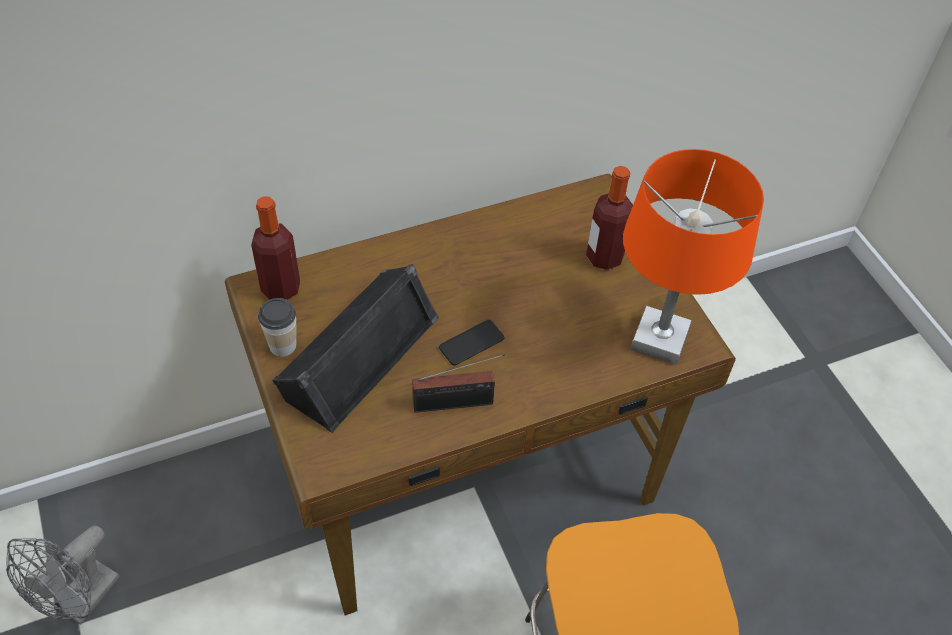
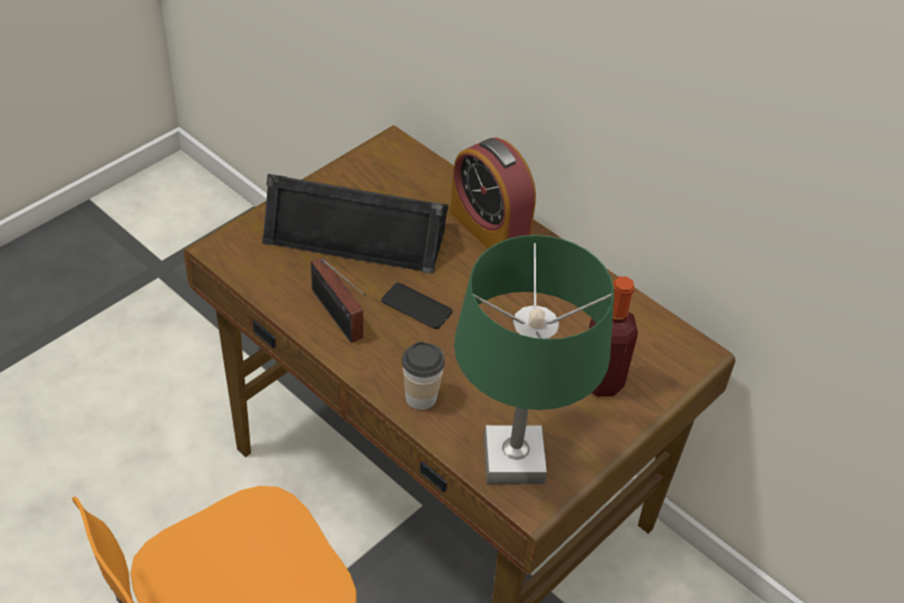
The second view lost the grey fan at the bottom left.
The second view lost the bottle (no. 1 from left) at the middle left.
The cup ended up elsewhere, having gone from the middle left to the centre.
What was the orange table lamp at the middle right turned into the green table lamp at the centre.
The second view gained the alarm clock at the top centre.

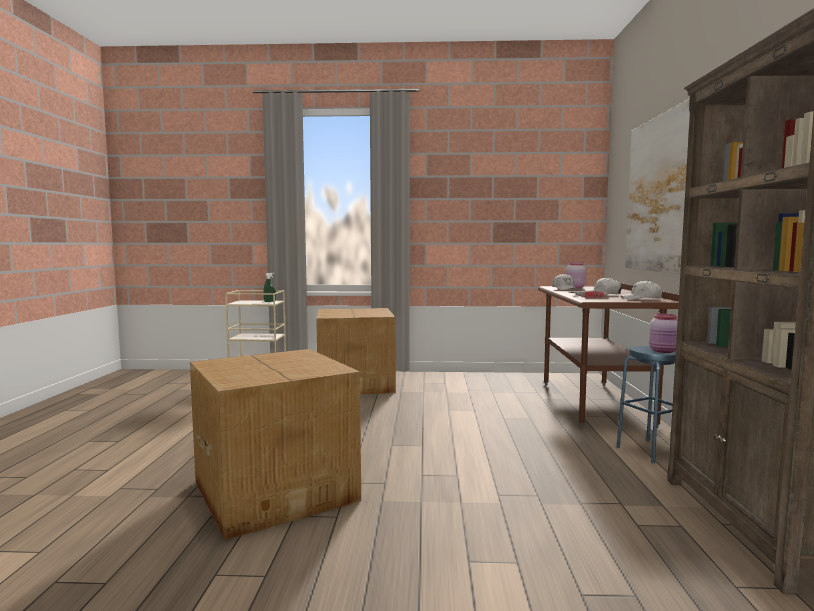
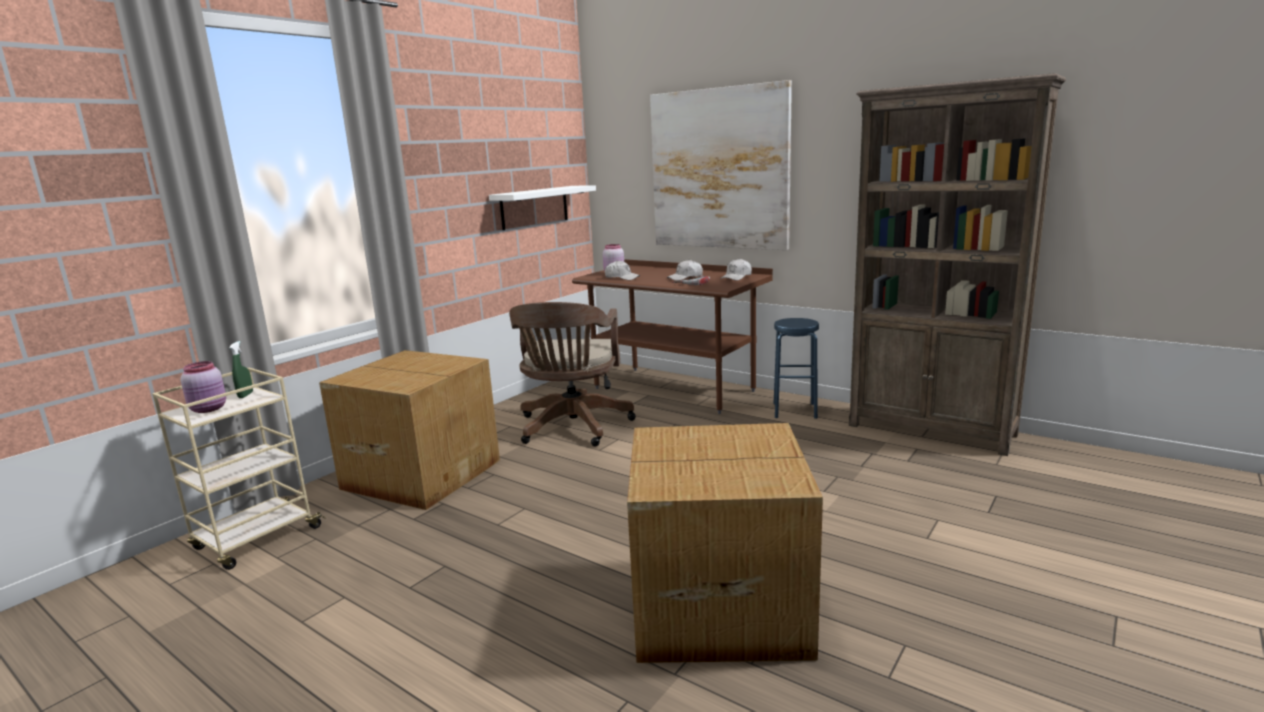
The pink jar (no. 2 from left in the first image) ended up elsewhere, having gone from the middle right to the middle left.
The second view gained the white shelf at the top centre.
The second view gained the brown office chair at the centre.

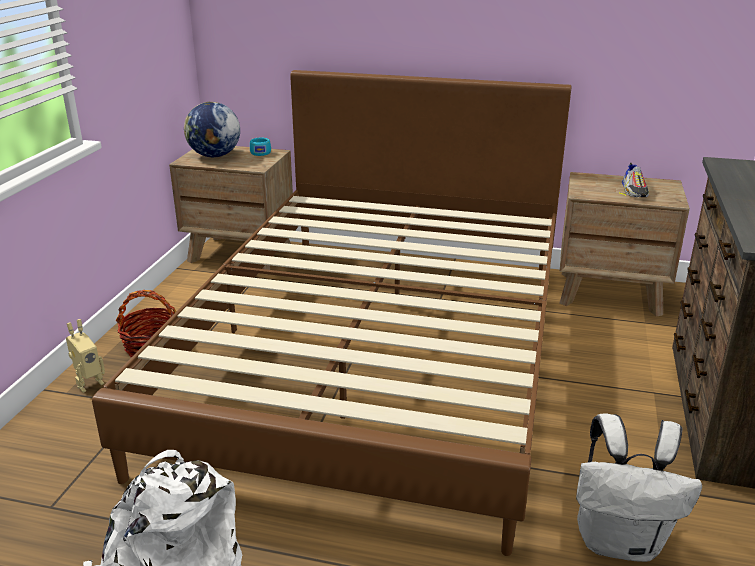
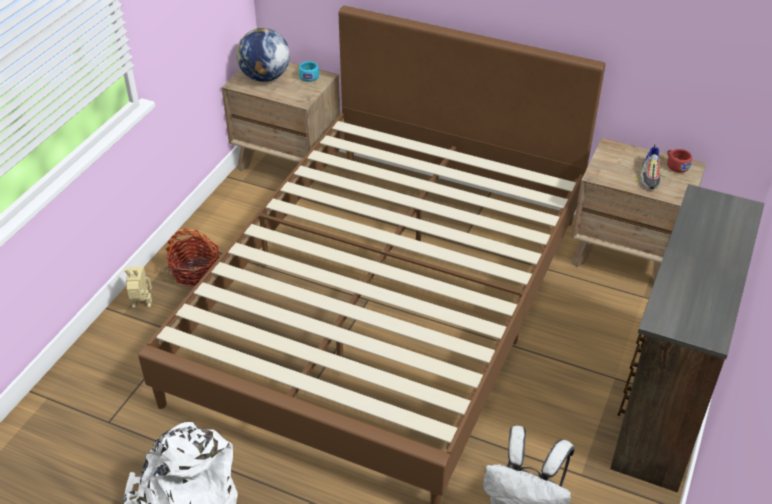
The toy robot at the middle left ended up facing another way, 150 degrees counterclockwise from before.
The second view gained the red cup at the top right.

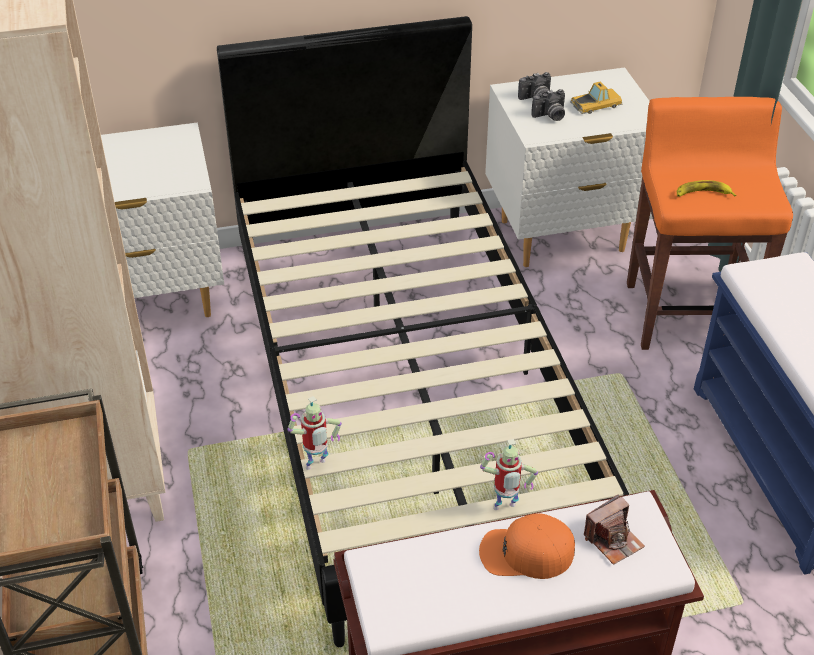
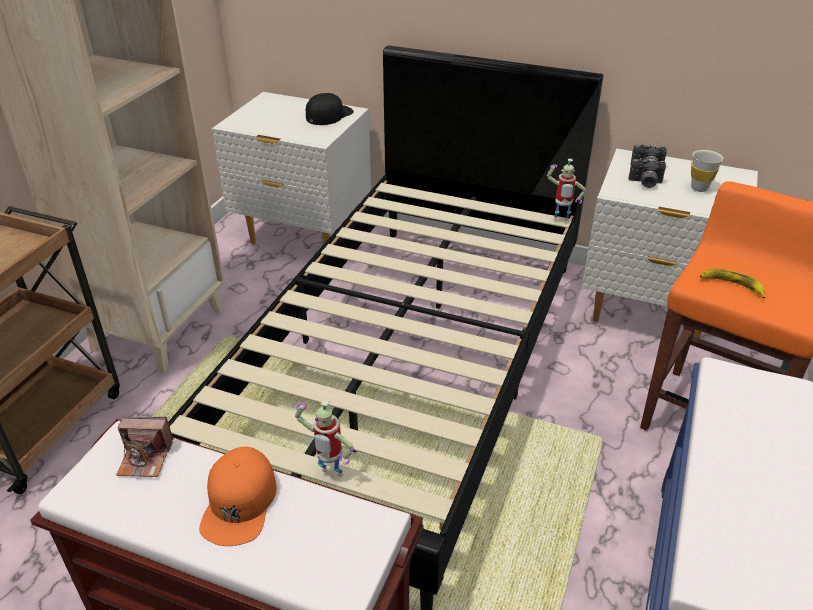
The toy robot (no. 1 from left in the first image) ended up elsewhere, having gone from the centre to the top right.
The orange cap at the bottom centre ended up facing another way, 120 degrees counterclockwise from before.
Where the toy car stood at the top right, the white cup came to stand at the top right.
The photo camera (no. 3 from left in the first image) ended up elsewhere, having gone from the bottom right to the bottom left.
The second view gained the black cap at the top centre.

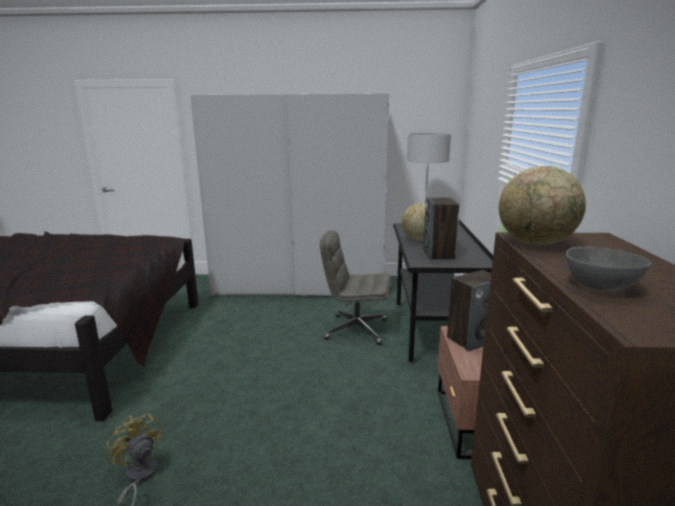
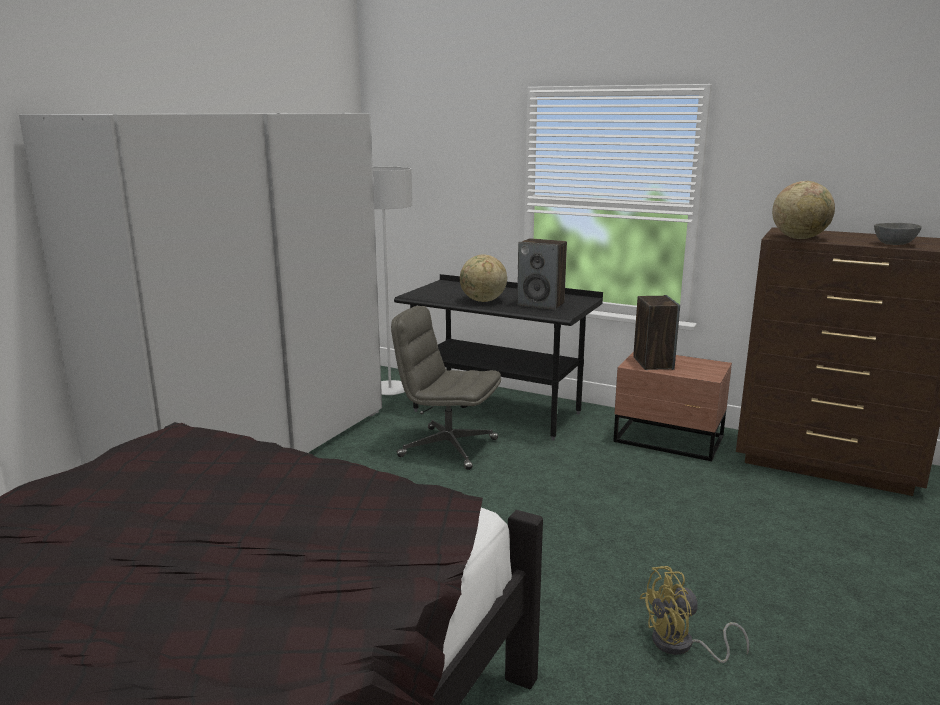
The grey office chair at the centre ended up facing another way, 75 degrees clockwise from before.

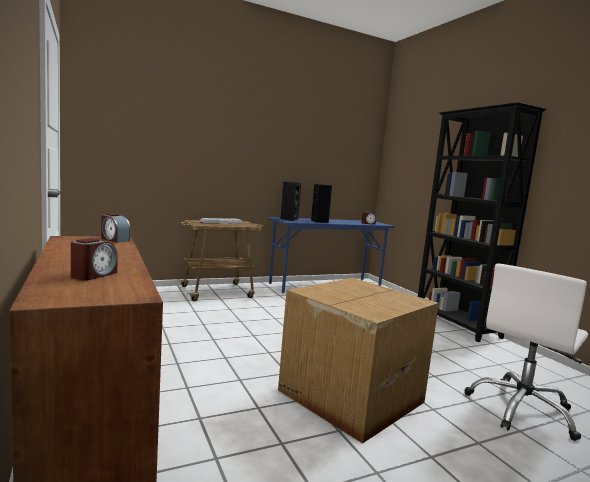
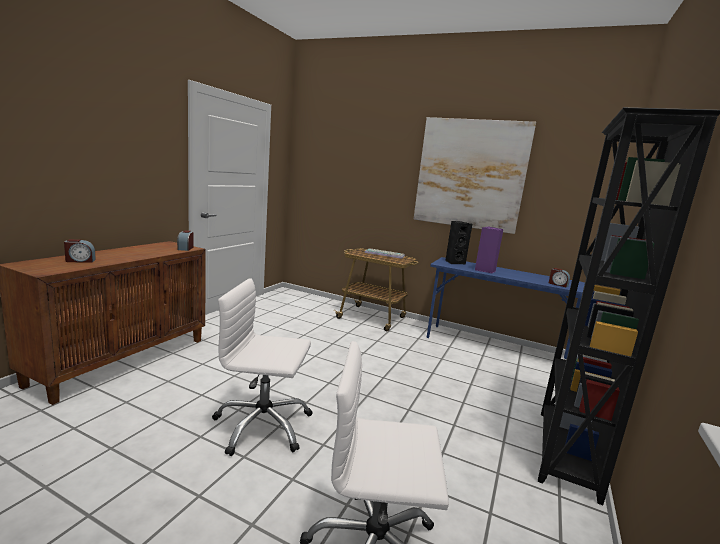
Where the cardboard box stood at the bottom centre, the white office chair (no. 1 from left) came to stand at the bottom centre.
What was the black speaker (no. 2 from left) at the centre turned into the purple speaker at the middle right.
The second view gained the picture at the top centre.

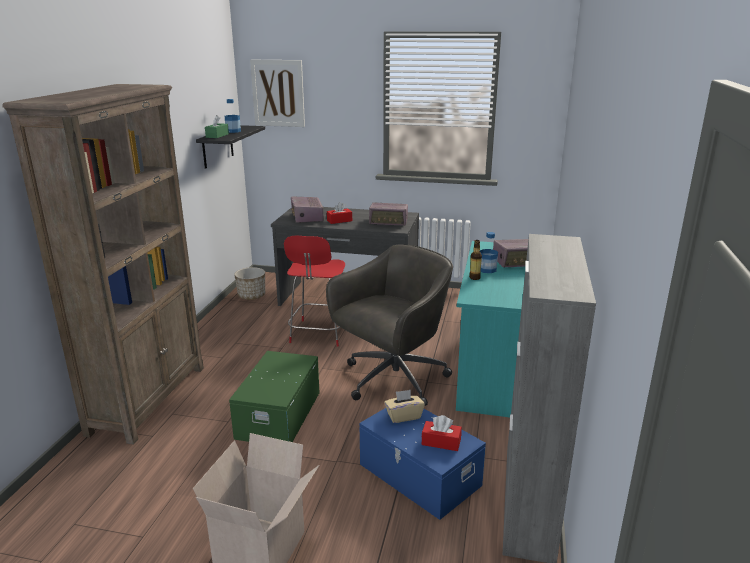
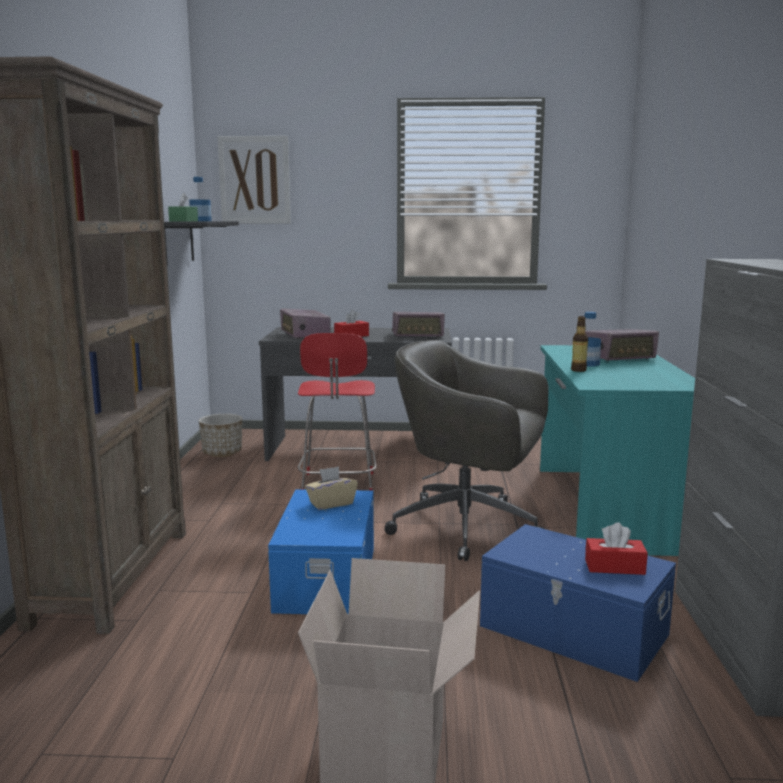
What was the green storage box at the bottom centre turned into the blue storage box (no. 1 from left) at the bottom centre.
The grey office chair at the centre ended up facing another way, 105 degrees counterclockwise from before.
The beige tissue box ended up elsewhere, having gone from the bottom centre to the centre.

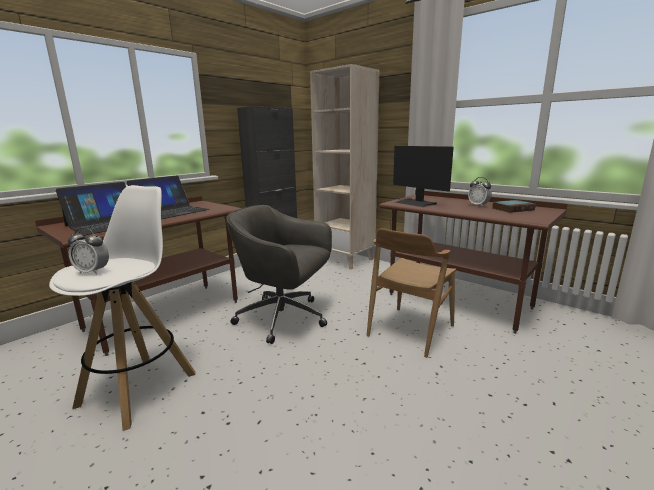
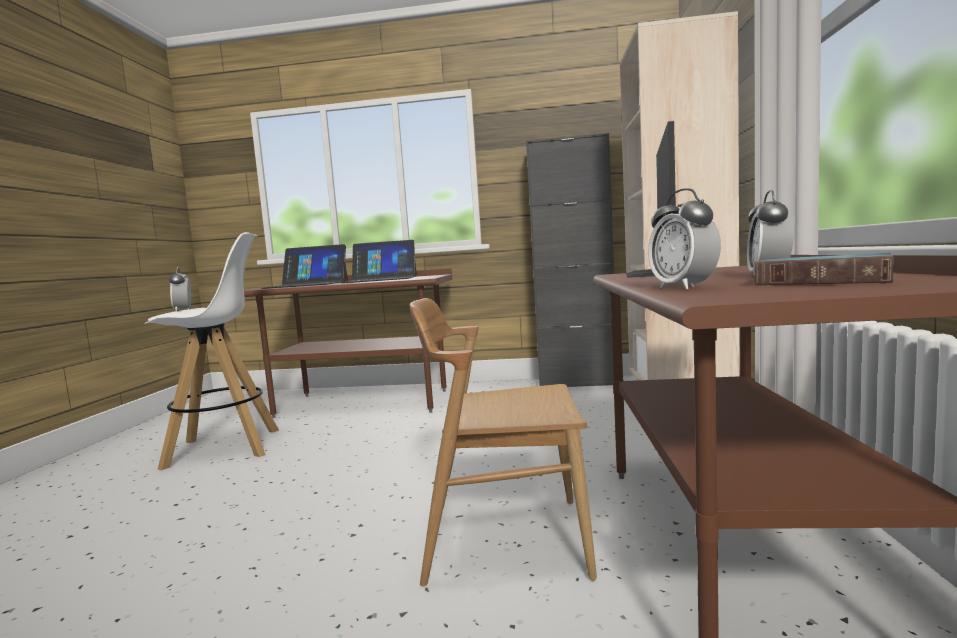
The second view lost the grey office chair at the centre.
The second view gained the alarm clock (no. 2 from left) at the middle right.

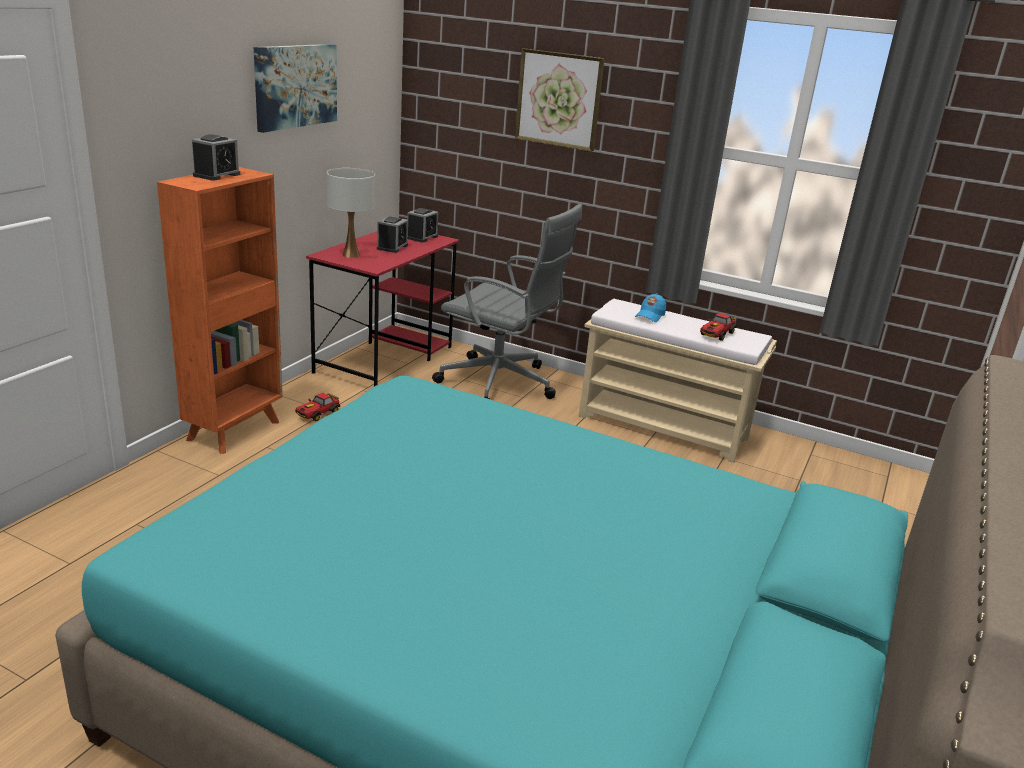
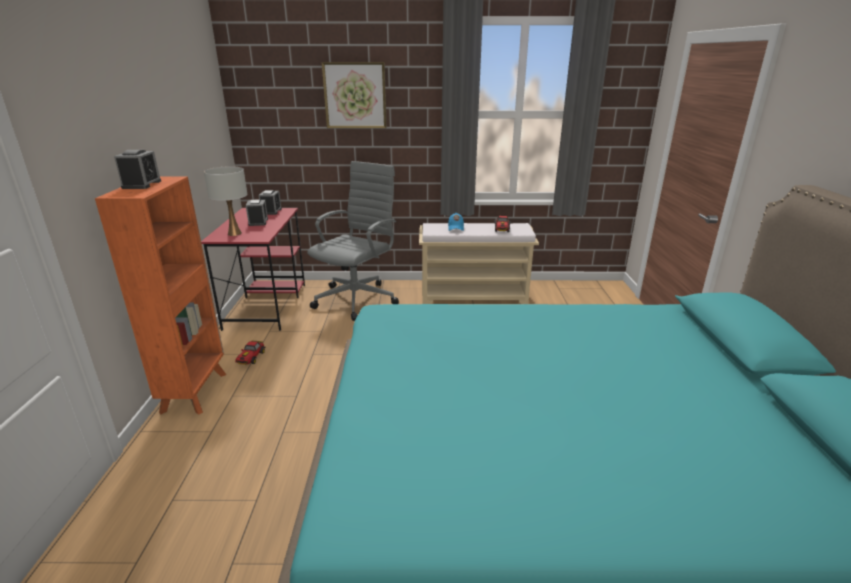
The second view lost the picture (no. 1 from left) at the top left.
The grey office chair at the centre ended up facing another way, 60 degrees counterclockwise from before.

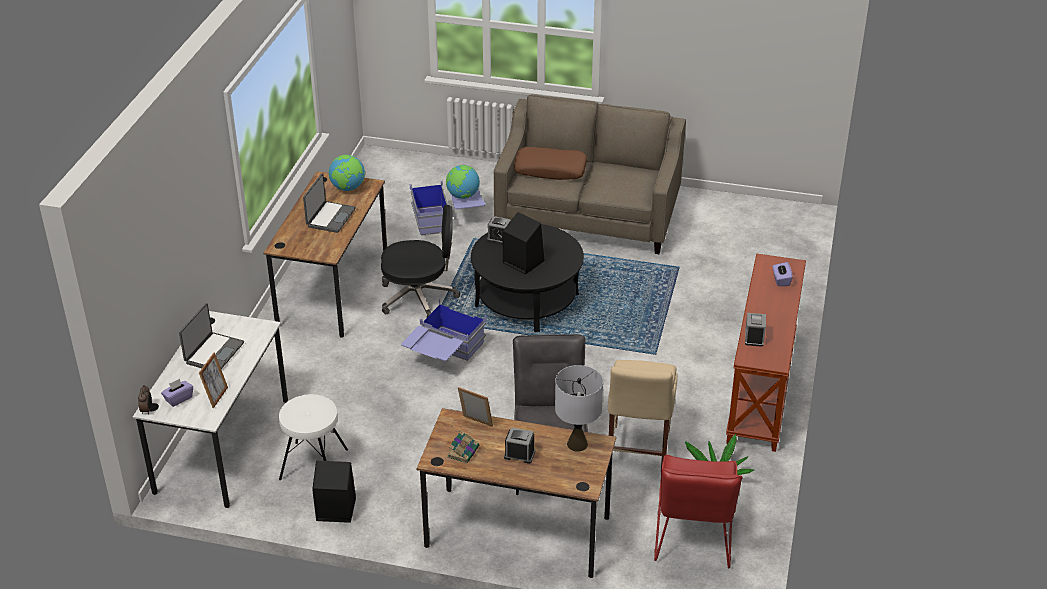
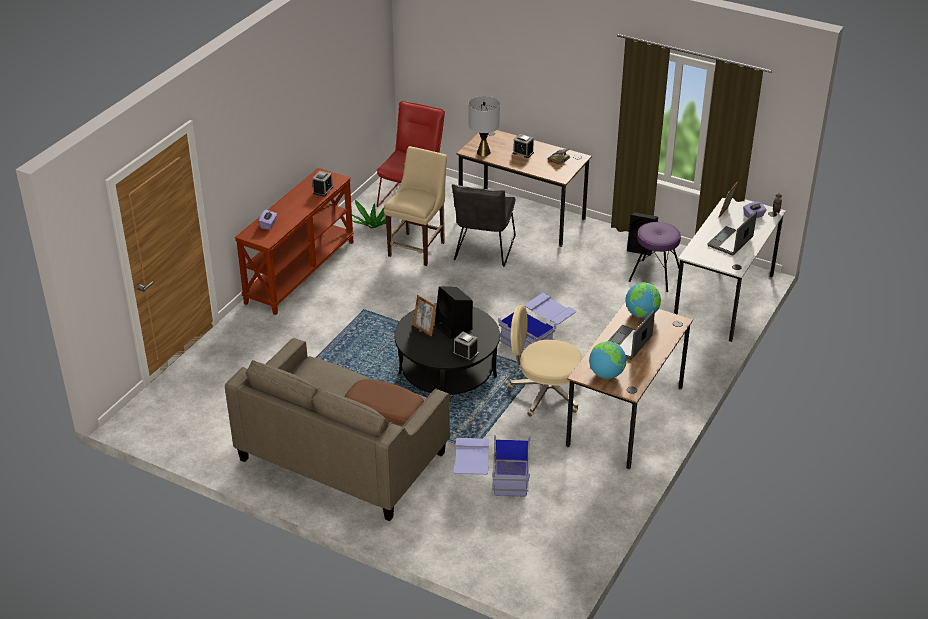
What was the white stool at the bottom left turned into the purple stool at the middle right.
What was the black office chair at the centre turned into the beige office chair at the centre.
The globe (no. 2 from left) ended up elsewhere, having gone from the top centre to the middle right.
The picture frame (no. 2 from left in the first image) ended up elsewhere, having gone from the bottom centre to the centre.

